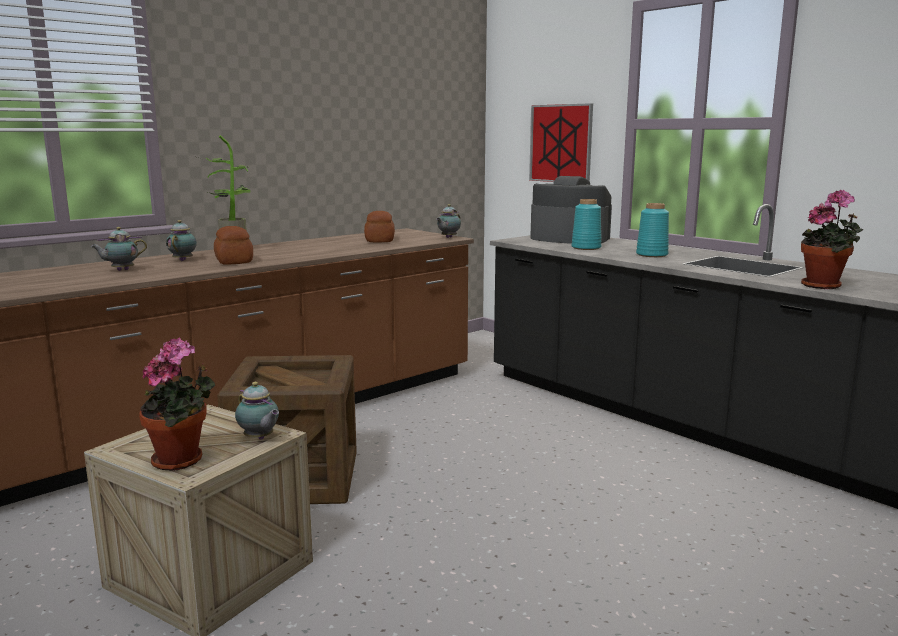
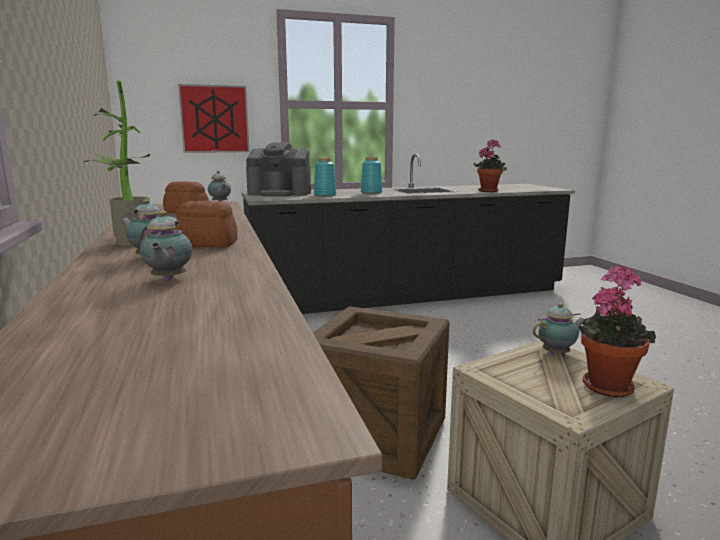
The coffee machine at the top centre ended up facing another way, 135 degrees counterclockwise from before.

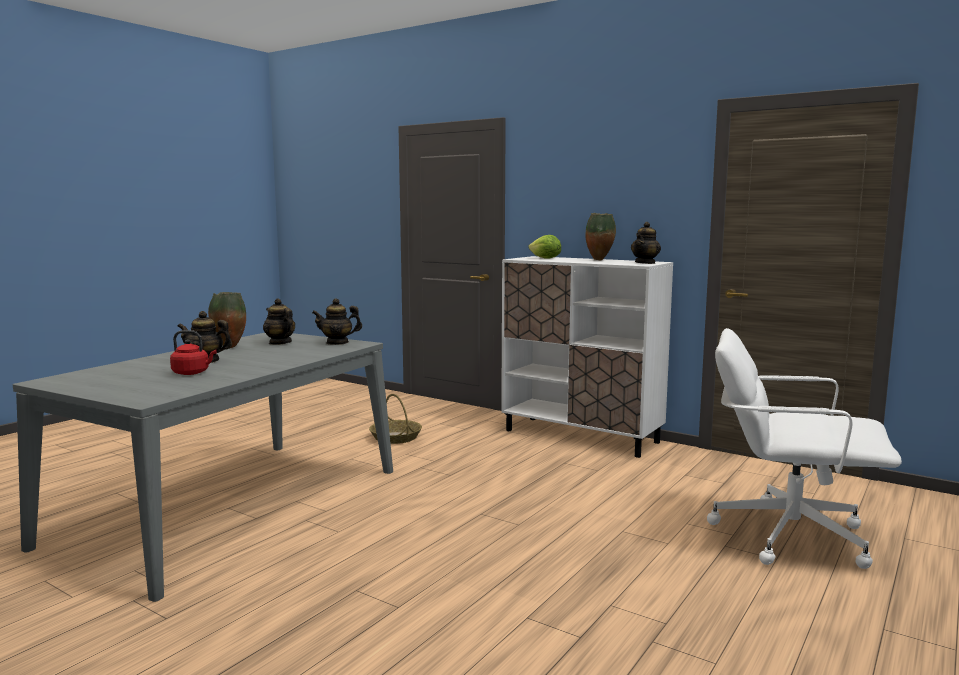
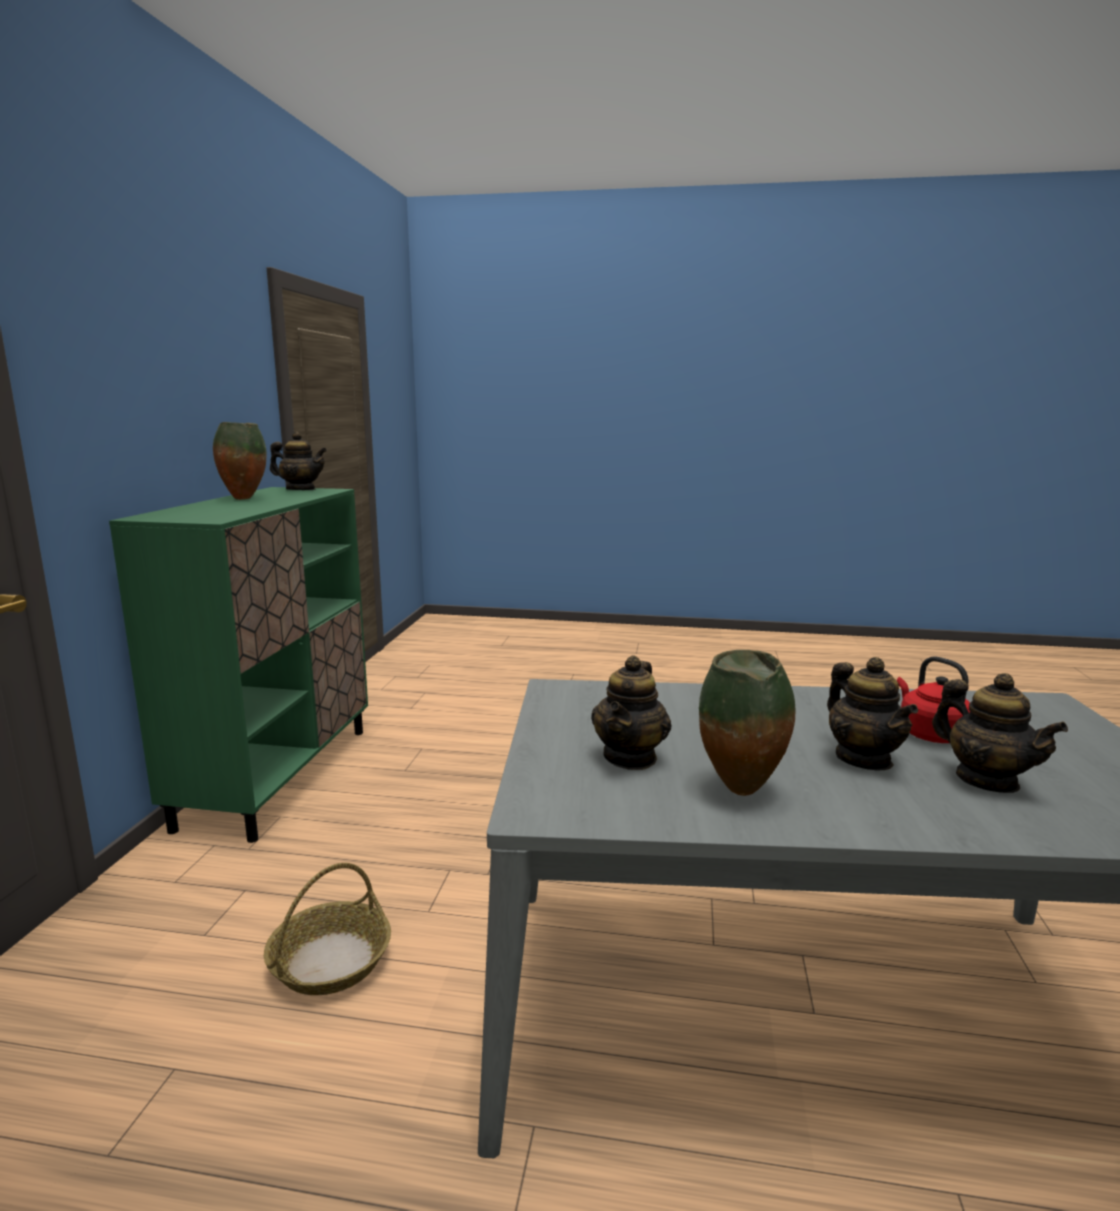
The teapot (no. 3 from left in the first image) ended up elsewhere, having gone from the centre to the middle right.
What was the white cabinet at the centre turned into the green cabinet at the middle left.
The second view lost the lettuce at the centre.
The second view lost the white office chair at the middle right.

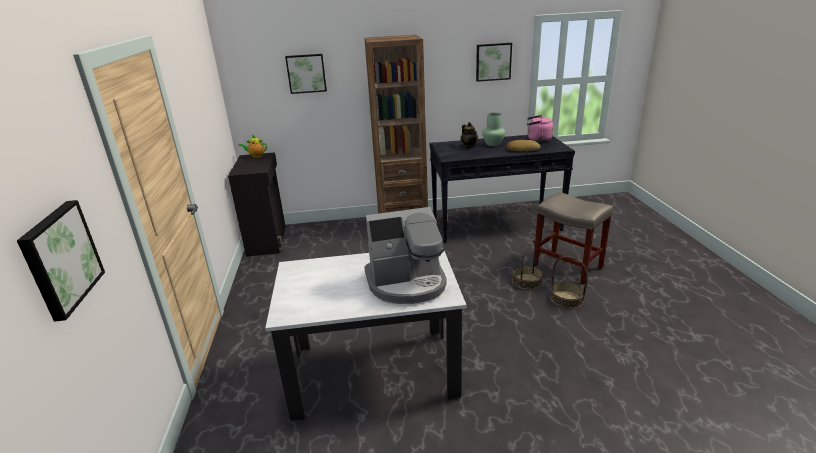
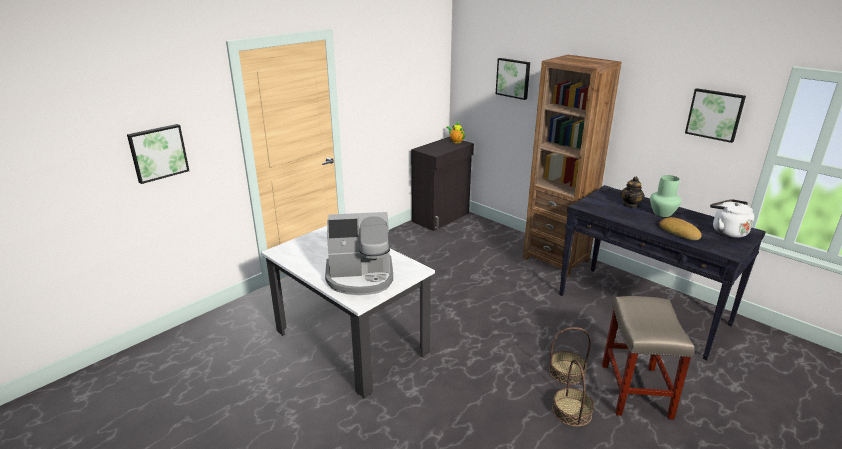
The coffee machine at the centre ended up facing another way, 45 degrees counterclockwise from before.
What was the pink kettle at the top centre turned into the white kettle at the middle right.

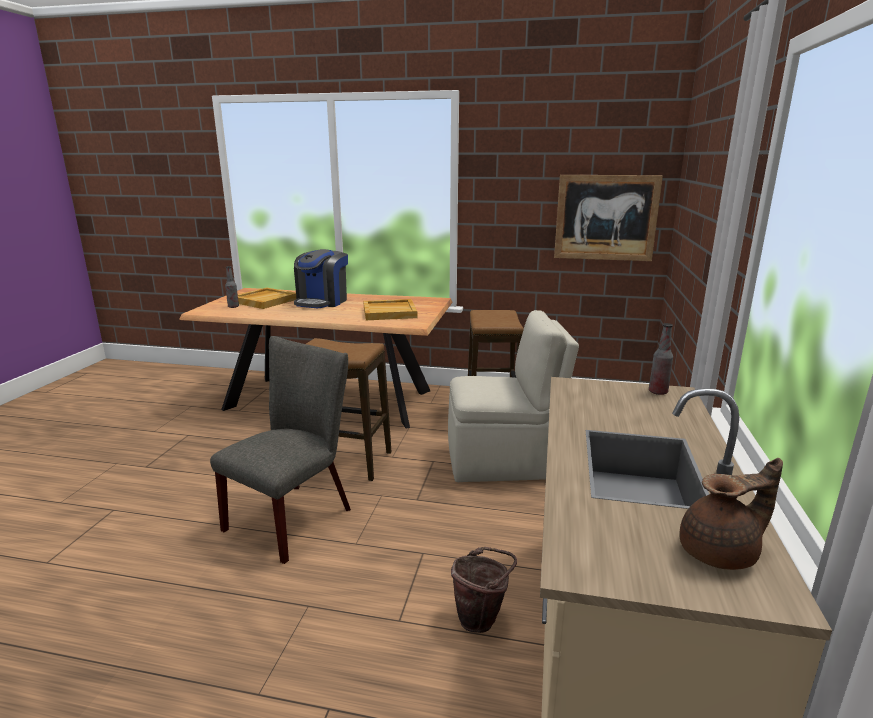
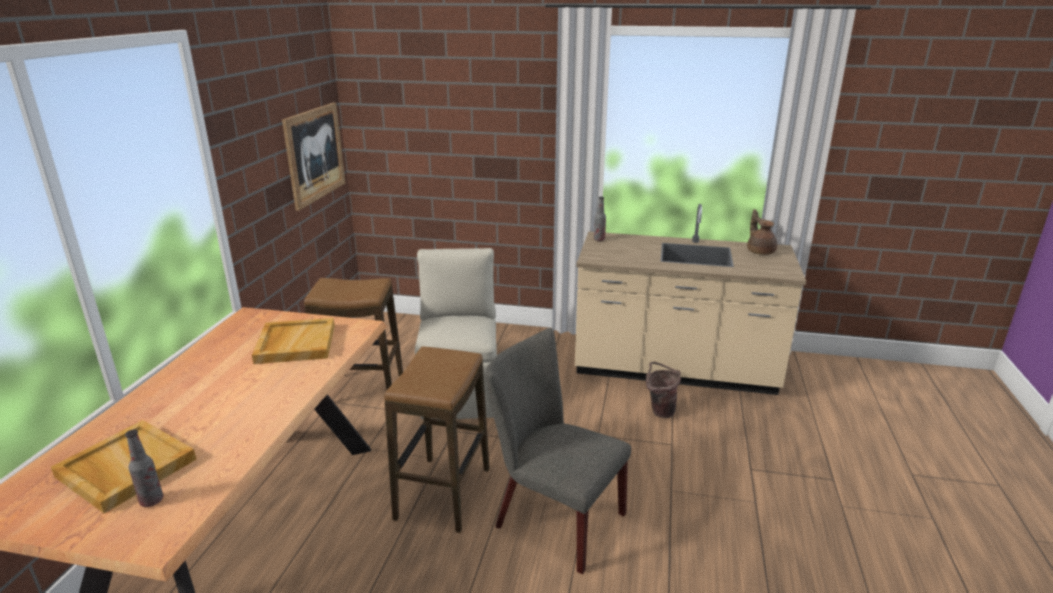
The second view lost the coffee machine at the centre.

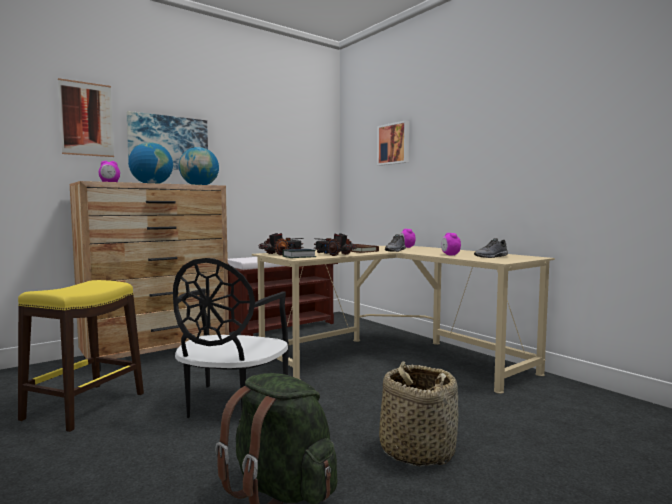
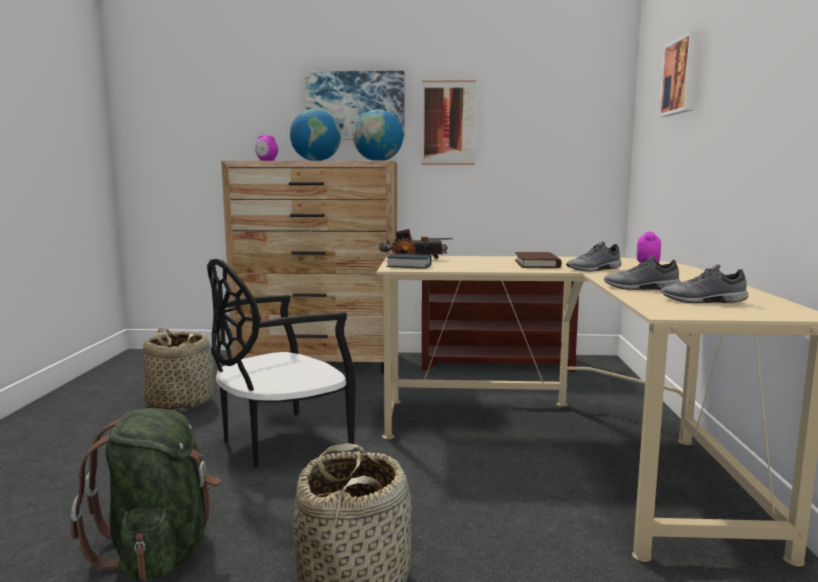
Where the yellow stool stood at the bottom left, the basket (no. 1 from left) came to stand at the middle left.
The picture (no. 1 from left in the first image) ended up elsewhere, having gone from the top left to the top centre.
The second view lost the toy truck (no. 2 from left) at the centre.
Where the alarm clock (no. 3 from left) stood at the middle right, the grey shoe (no. 2 from left) came to stand at the middle right.

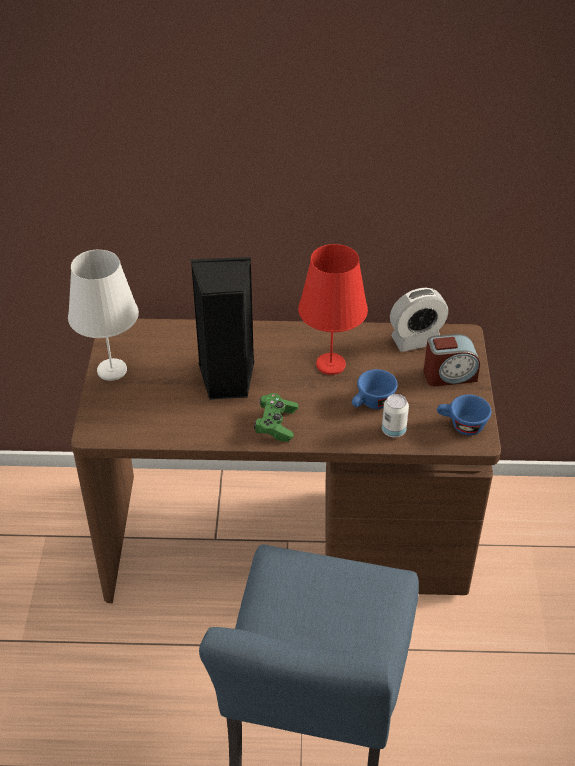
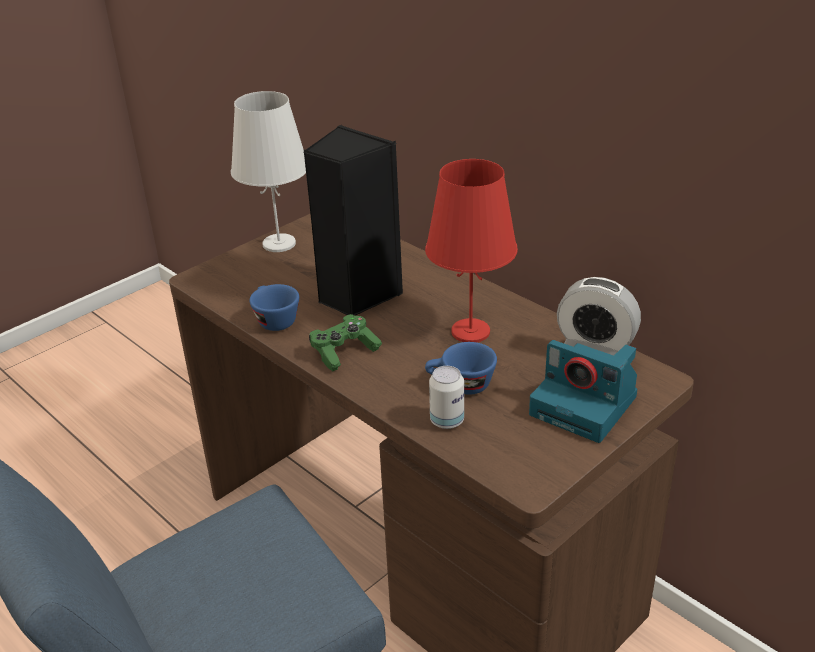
Where the alarm clock (no. 2 from left) stood at the middle right, the photo camera came to stand at the middle right.
The blue cup (no. 2 from left in the first image) ended up elsewhere, having gone from the middle right to the centre.

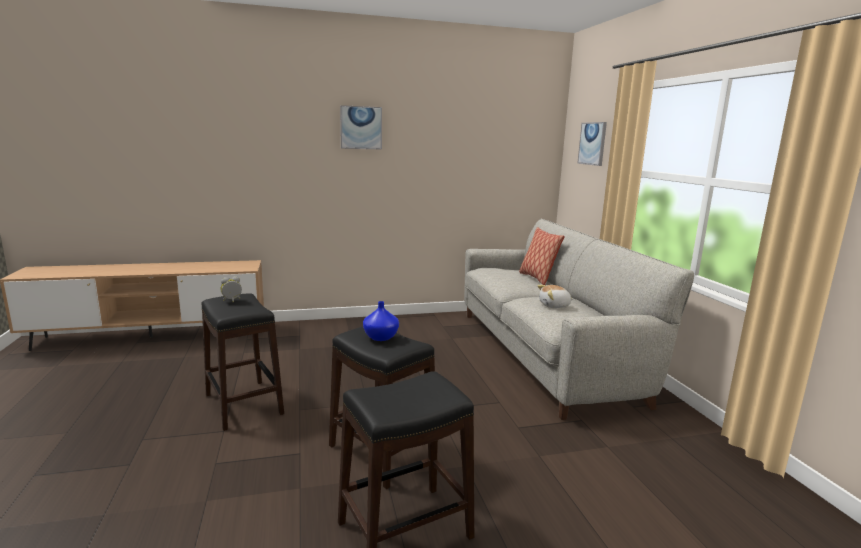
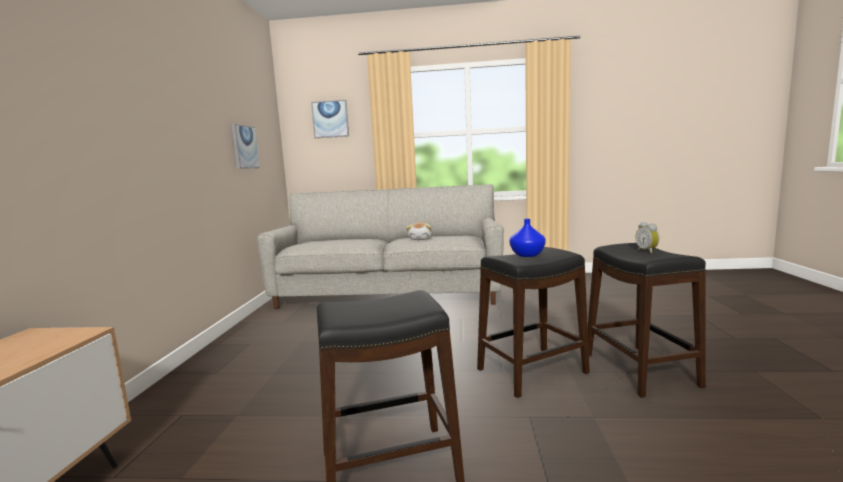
The alarm clock ended up elsewhere, having gone from the middle left to the middle right.
The picture (no. 1 from left) ended up elsewhere, having gone from the top centre to the top left.
The second view lost the pillow at the centre.

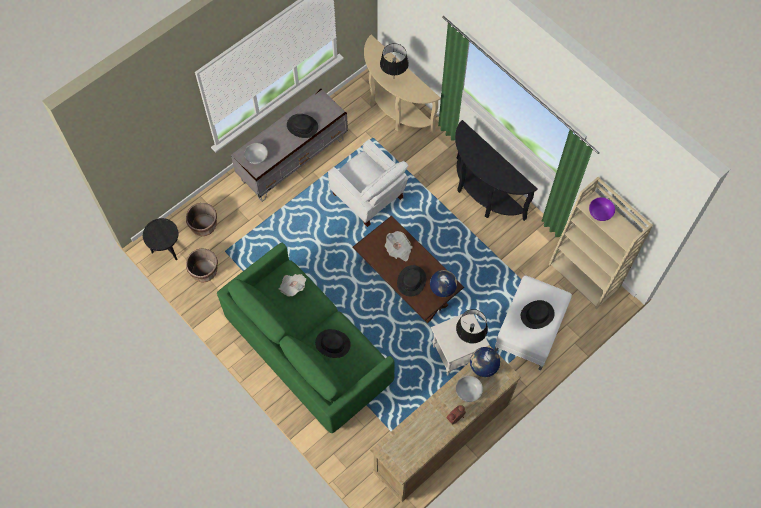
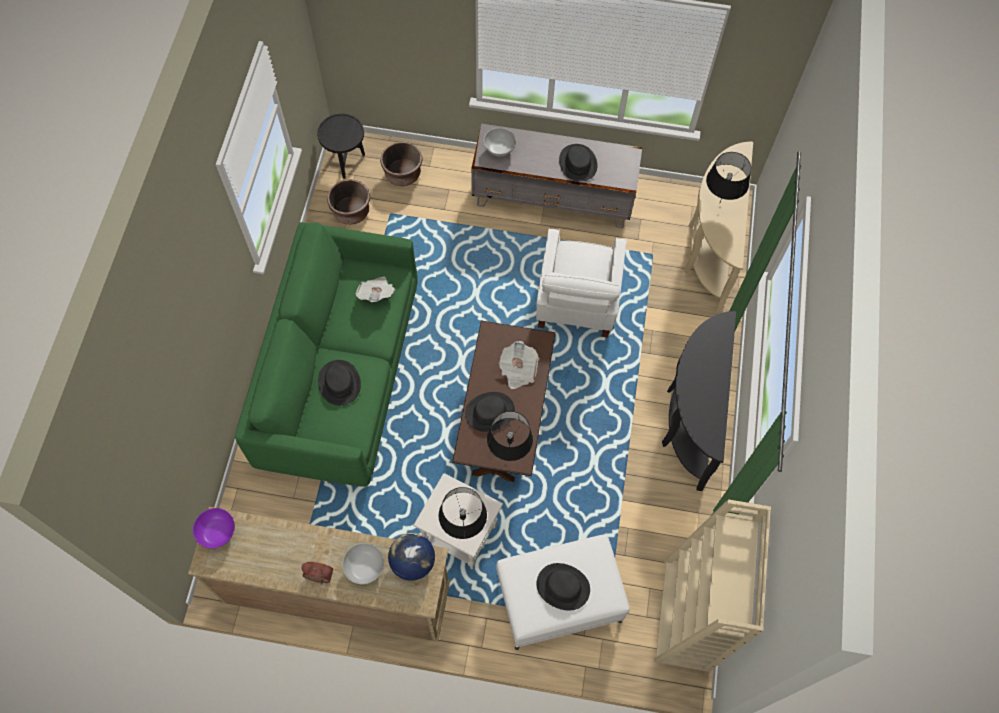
Where the globe (no. 1 from left) stood at the centre, the black table lamp (no. 2 from left) came to stand at the centre.
The purple bowl ended up elsewhere, having gone from the middle right to the bottom left.

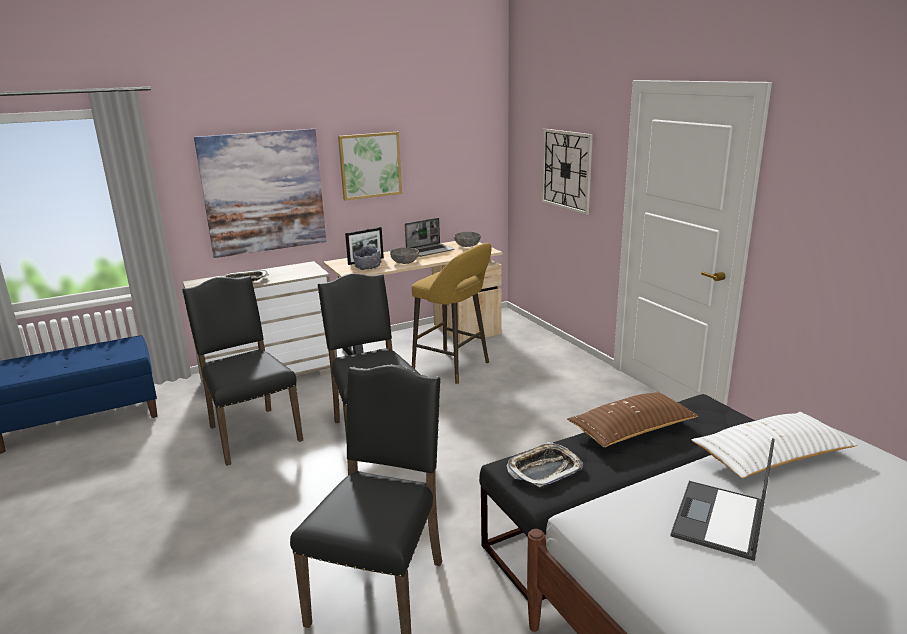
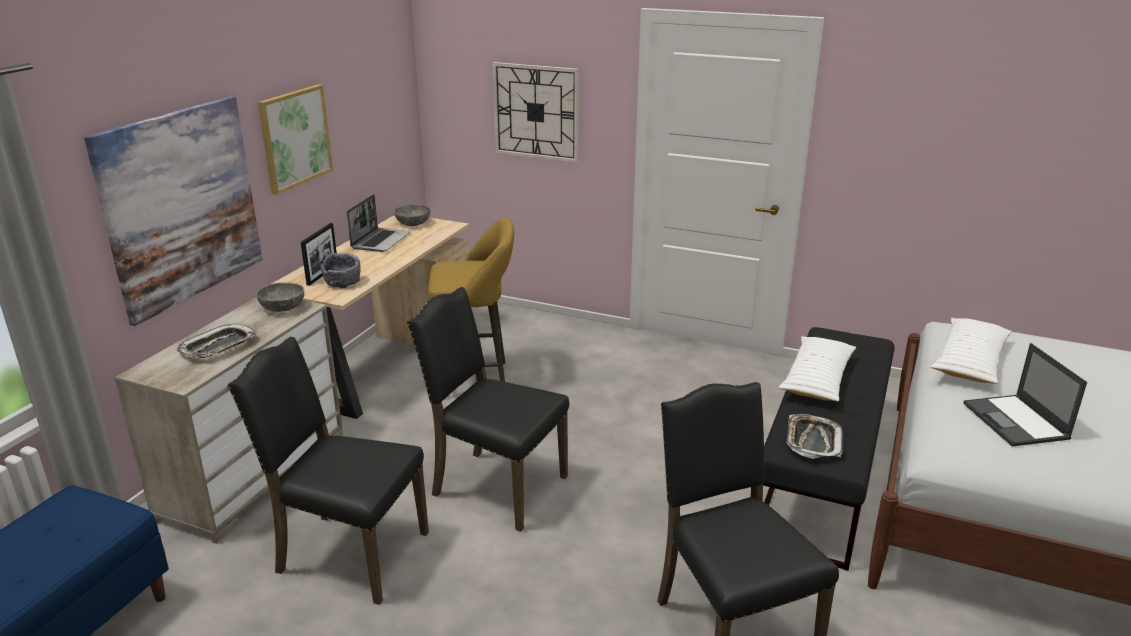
The grey bowl (no. 2 from left in the first image) ended up elsewhere, having gone from the centre to the middle left.
What was the brown pillow at the middle right turned into the white pillow (no. 1 from left) at the middle right.

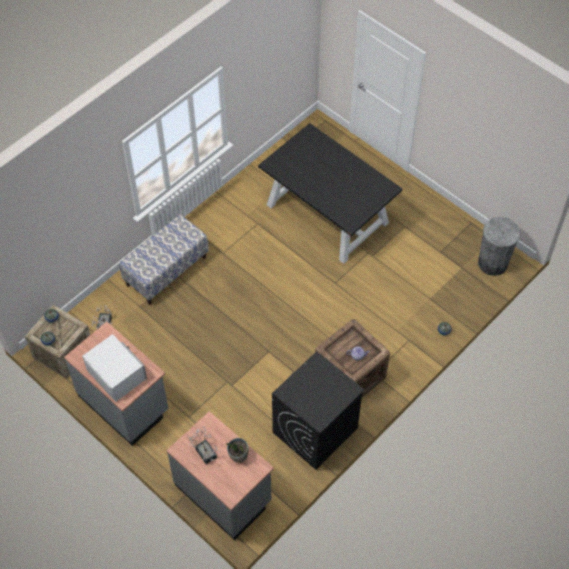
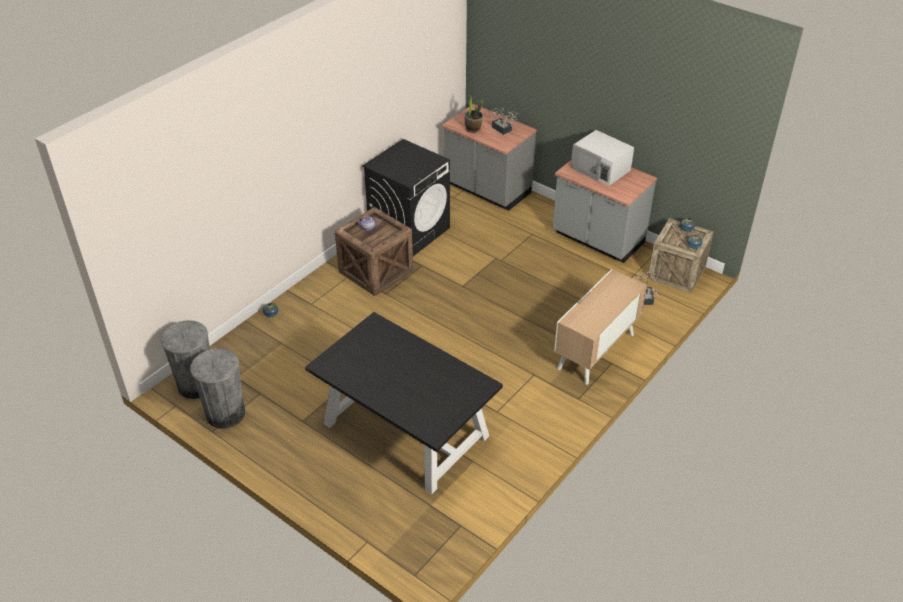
Where the bench stood at the middle left, the cabinet came to stand at the centre.
The second view gained the grey trash can (no. 2 from left) at the middle left.

